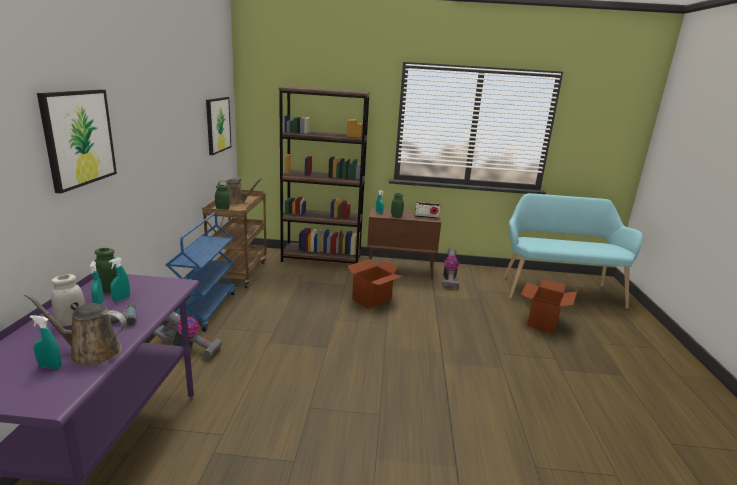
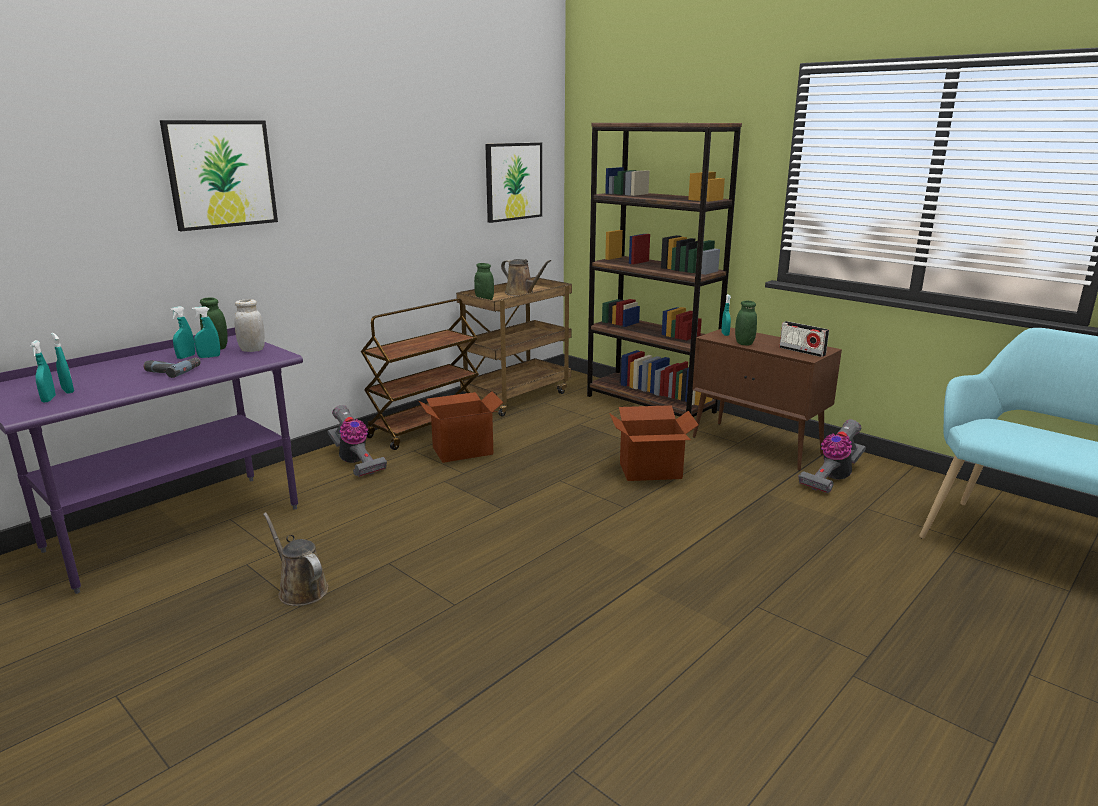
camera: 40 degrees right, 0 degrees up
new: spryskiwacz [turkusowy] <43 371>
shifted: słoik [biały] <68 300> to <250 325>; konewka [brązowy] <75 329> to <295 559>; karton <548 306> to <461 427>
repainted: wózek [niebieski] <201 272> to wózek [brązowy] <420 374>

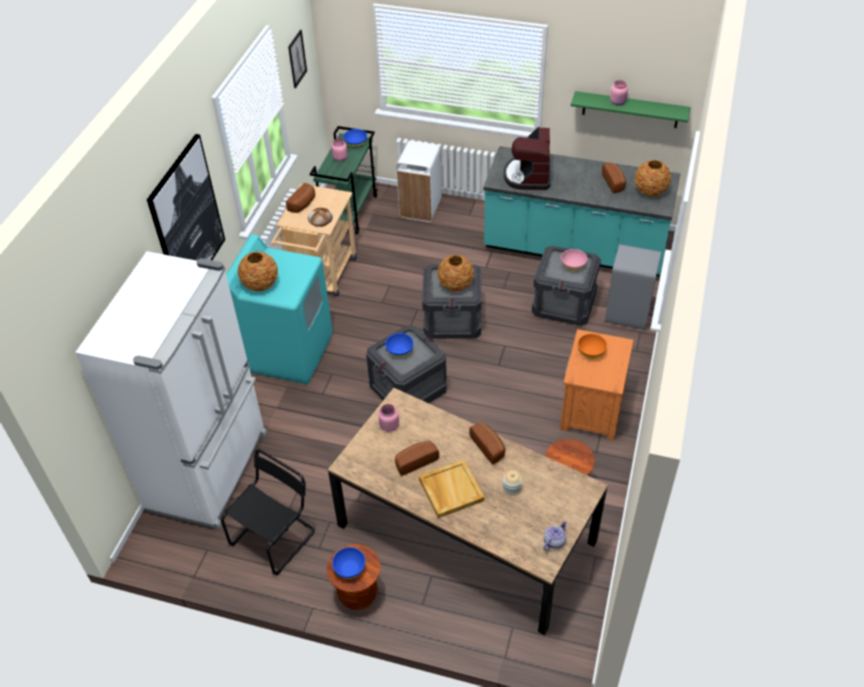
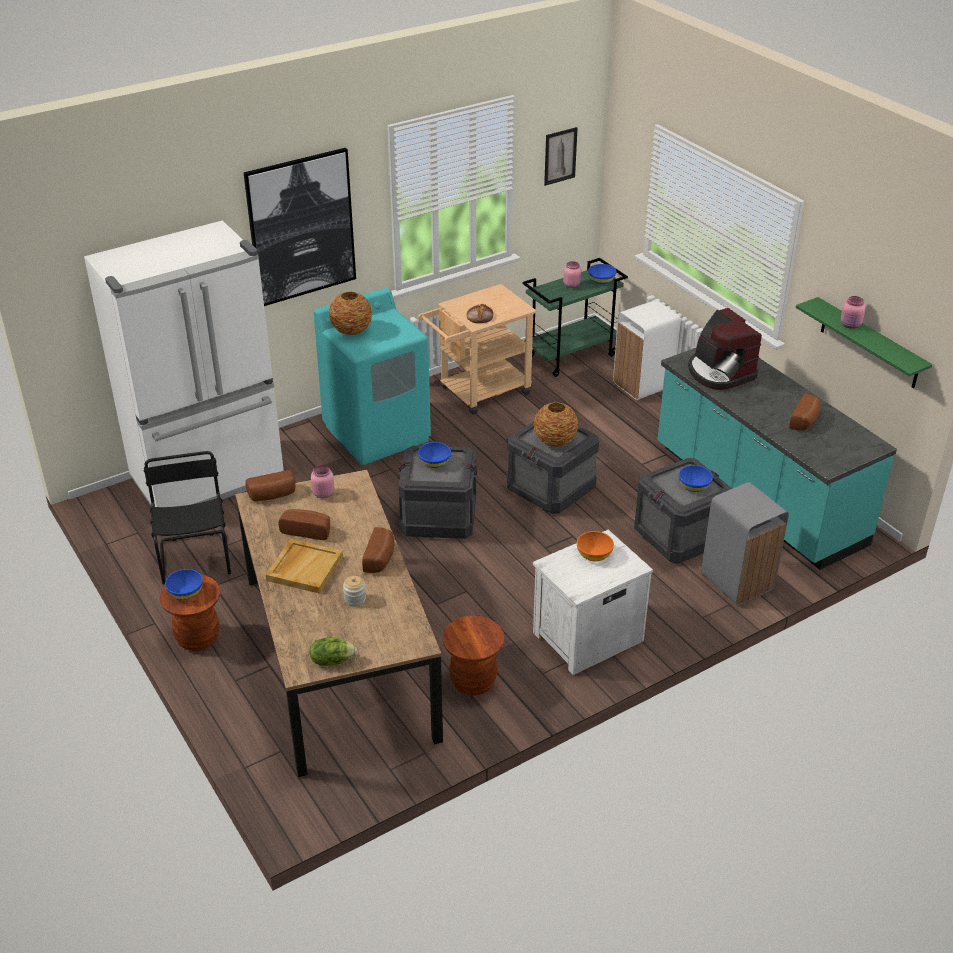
camera: 40 degrees right, 10 degrees down
gone: wazon <653 178>
shifted: chleb <300 198> to <270 485>
swapped: imbryk <555 535> to sałata <333 651>
repainted: szafka nocna [pomarańczowy] <597 385> to szafka nocna [biały] <593 602>; miska [różowy] <574 260> to miska [niebieski] <696 478>
rotated: krzesło [czarny] <268 512> = <187 517> 90 degrees counterclockwise; ekspres do kawy <527 158> = <725 349> 75 degrees counterclockwise

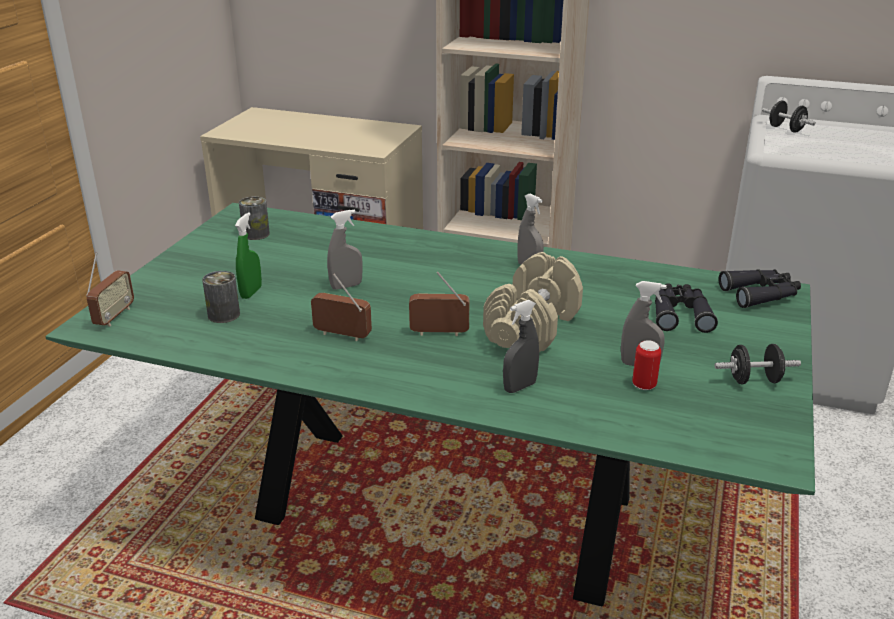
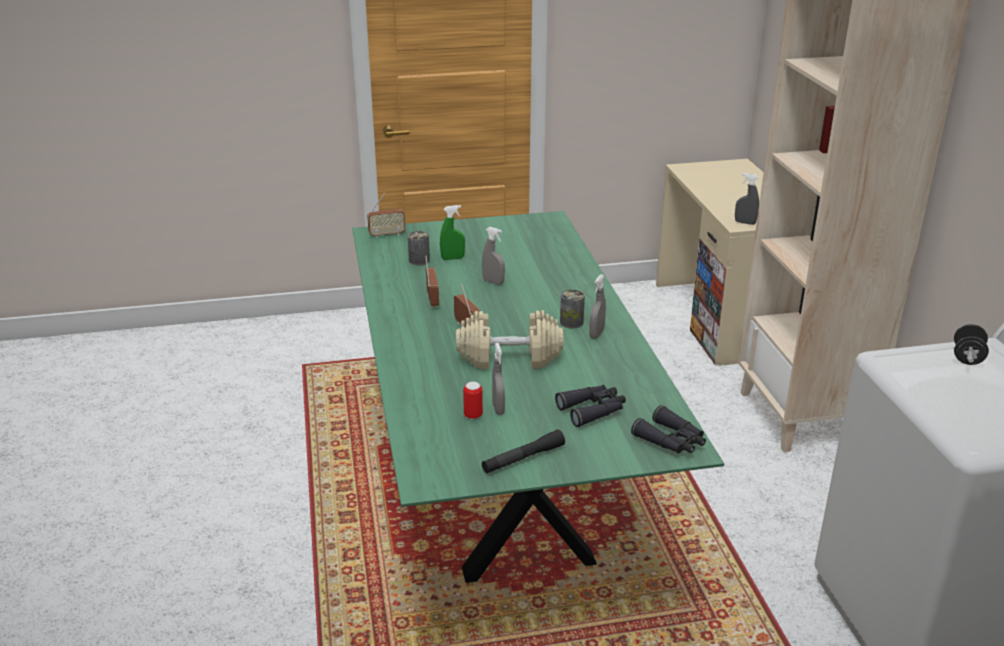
camera: 60 degrees right, 0 degrees up
shifted: puszka <254 218> to <572 309>; spryskiwacz [szary] <521 346> to <747 199>
swapped: hantel [czarny] <758 364> to latarka [czarny] <523 451>

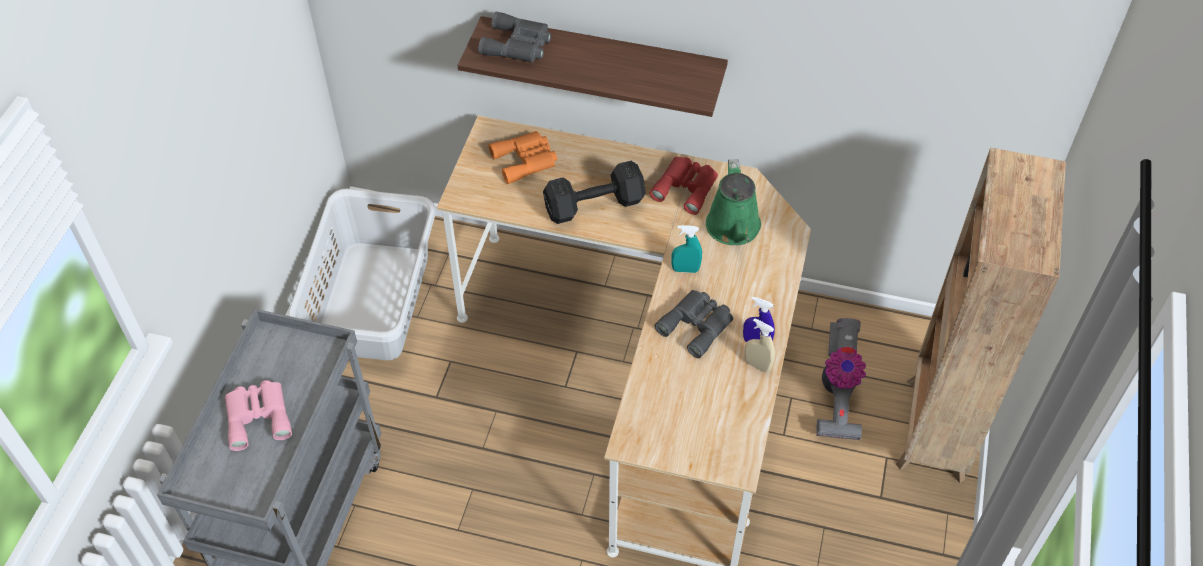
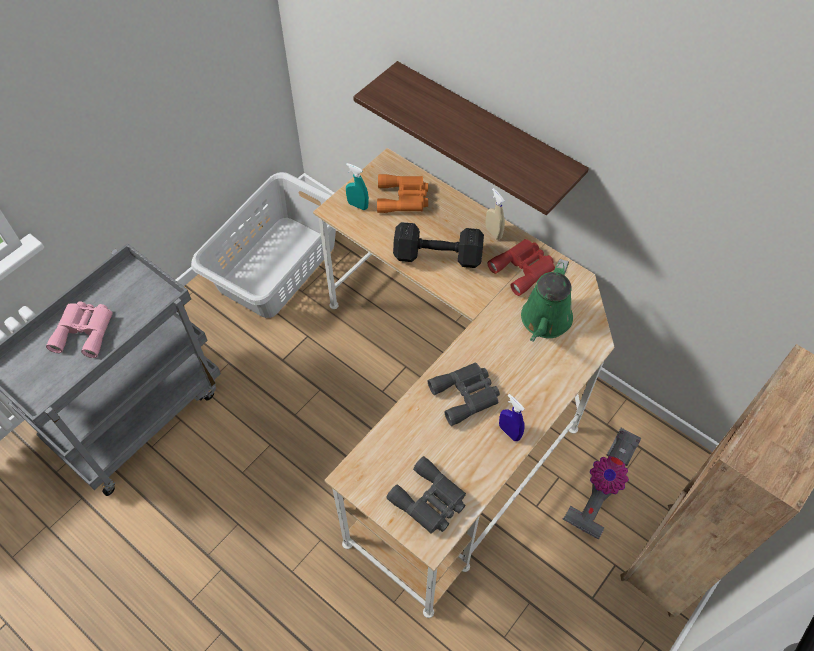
camera: 25 degrees right, 5 degrees up
shifted: spryskiwacz [turkusowy] <686 249> to <357 186>; lornetka [szary] <514 37> to <426 495>; spryskiwacz [beżowy] <760 345> to <495 214>

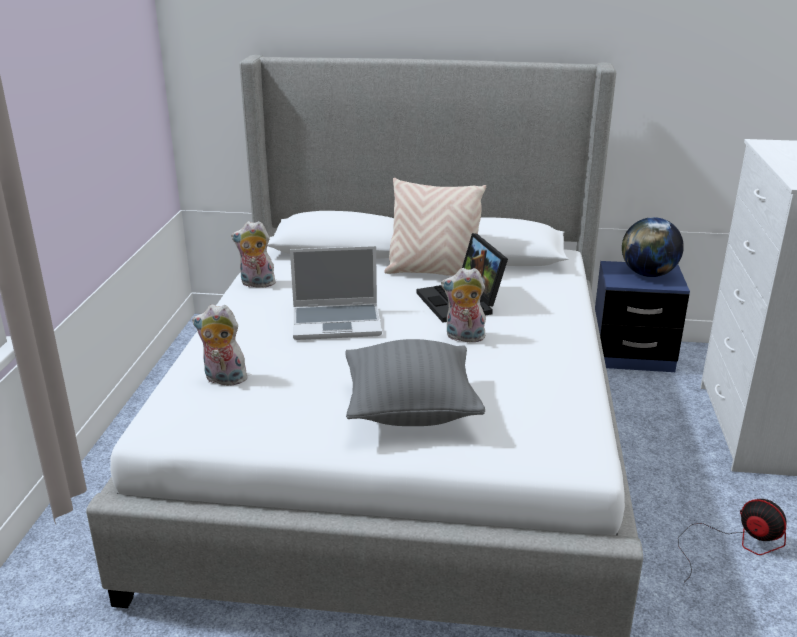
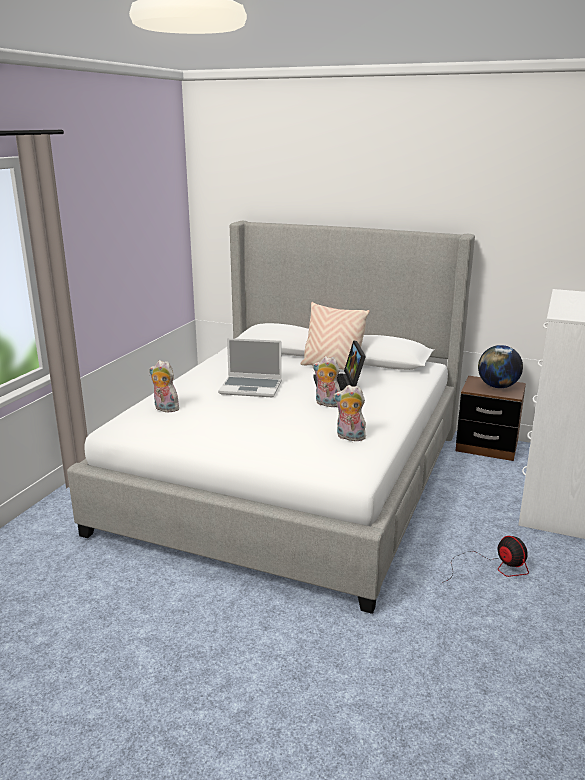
camera: 15 degrees right, 5 degrees down
gone: poduszka [szary] <415 382>
shifted: pluszak <253 254> to <349 413>
repainted: szafka nocna [niebieski] <642 316> to szafka nocna [brązowy] <491 418>

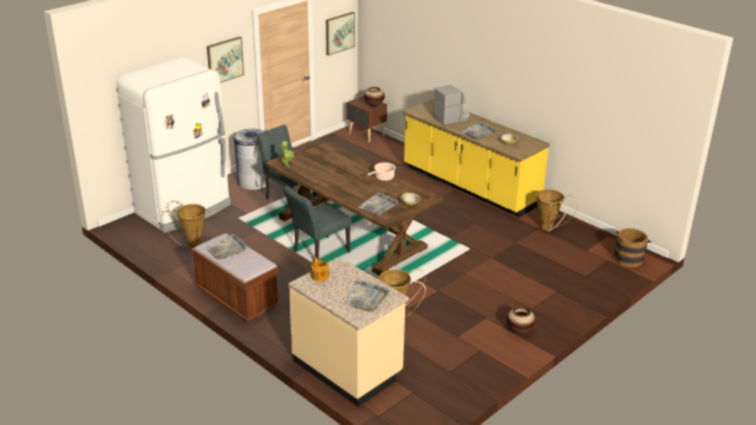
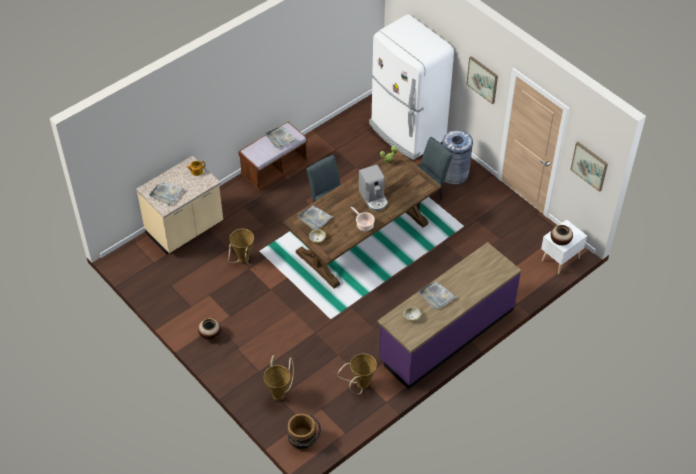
camera: 95 degrees right, 20 degrees up
shifted: koszyk <183 224> to <279 378>; ekspres do kawy <451 105> to <373 188>
repainted: zabudowa kuchenna [żółty] <476 158> to zabudowa kuchenna [fioletowy] <449 315>; szafka nocna [brązowy] <366 119> to szafka nocna [biały] <564 247>

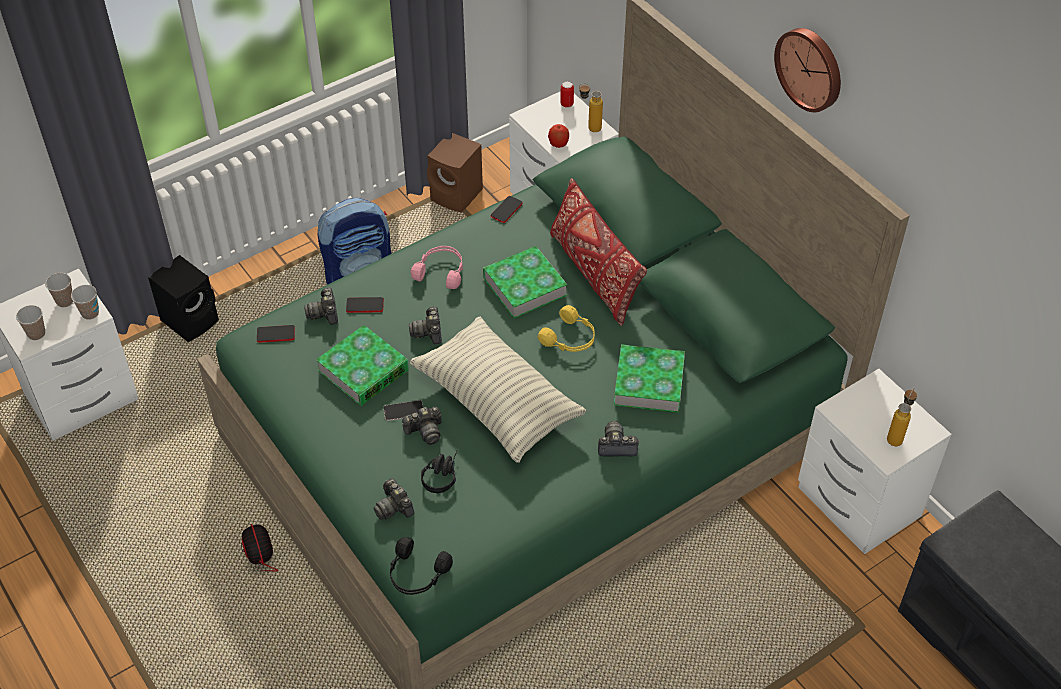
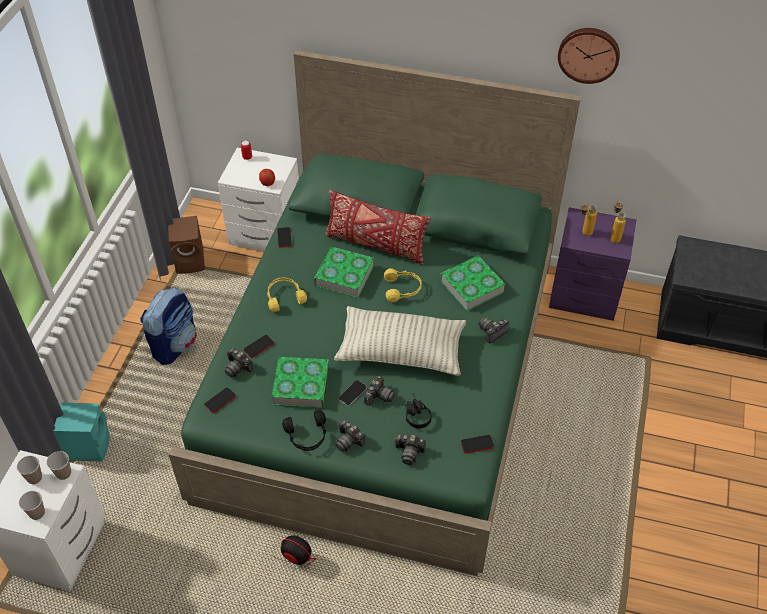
camera: 40 degrees left, 0 degrees up
new: telefon <477 444>
shifted: słuchawki [czarny] <421 566> to <304 430>; aparat fotograficzny <425 325> to <351 436>; zegar ścienny <807 70> to <589 56>; butelka <591 107> to <588 220>
repainted: głośnik [czarny] <183 298> to głośnik [turkusowy] <81 432>; słuchawki [różowy] <437 267> to słuchawki [żółty] <287 294>; szafka nocna [biały] <875 461> to szafka nocna [fioletowy] <592 264>

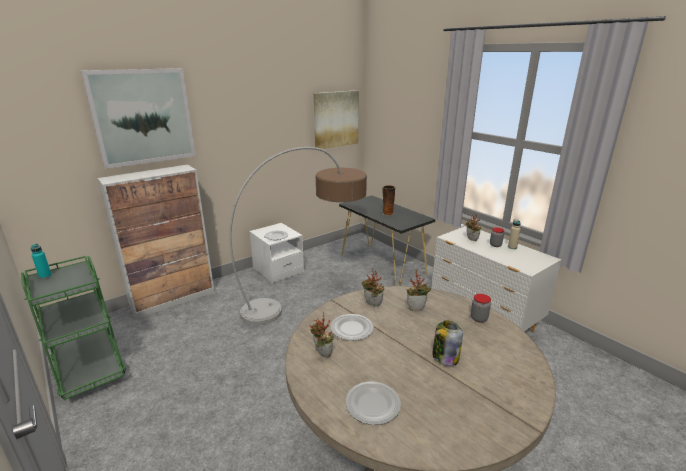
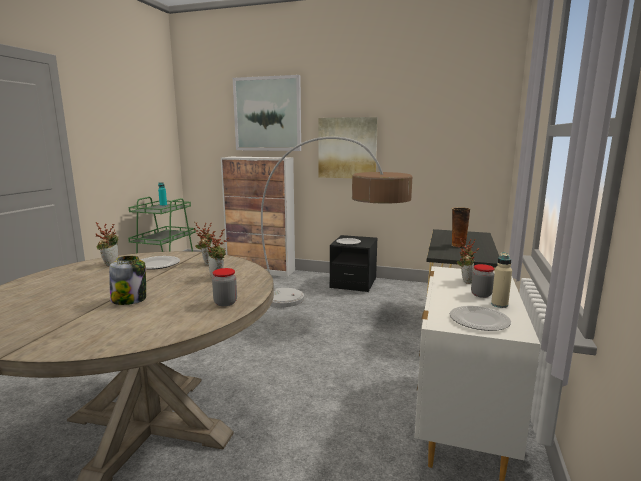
camera: 55 degrees right, 10 degrees down
shifted: obraz <336 119> to <348 147>; talerz <373 403> to <480 318>
repainted: szafka nocna [biały] <276 253> to szafka nocna [czarny] <354 263>

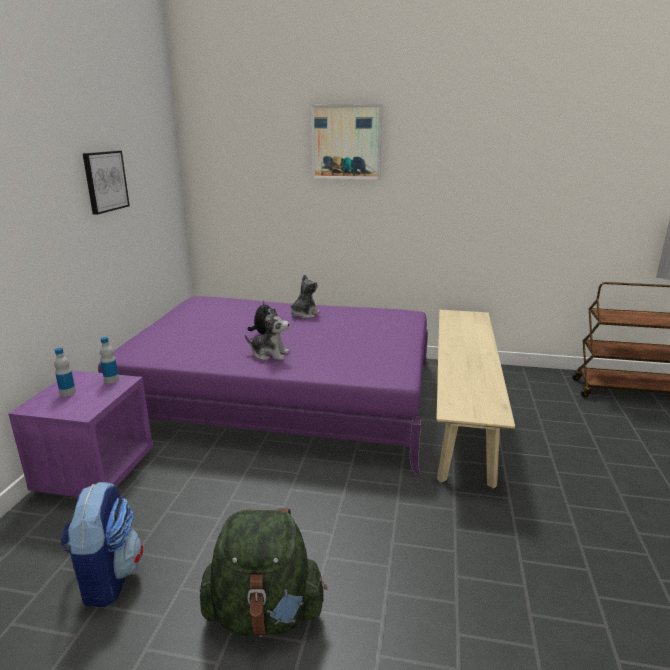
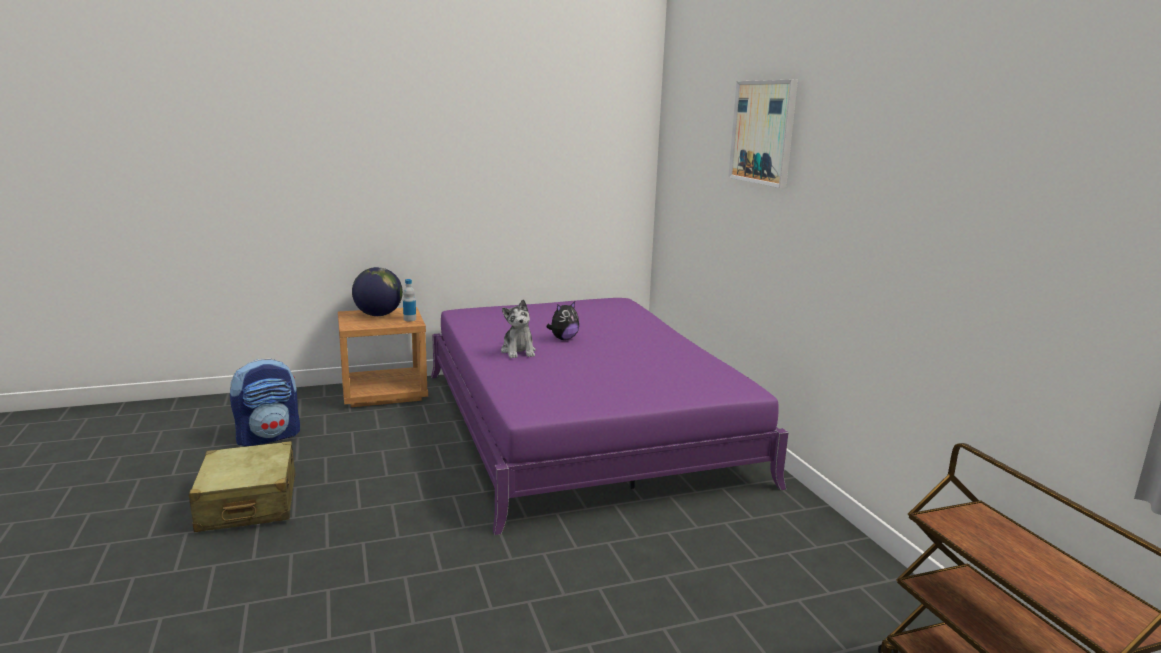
camera: 60 degrees right, 5 degrees down
gone: obraz <106 183>; pluszak <305 296>; ławka [beżowy] <475 399>
swapped: plecak [zielony] <263 572> to walizka [beżowy] <242 486>; butelka <65 372> to globus <377 291>
repainted: szafka nocna [fioletowy] <80 434> to szafka nocna [brązowy] <383 357>

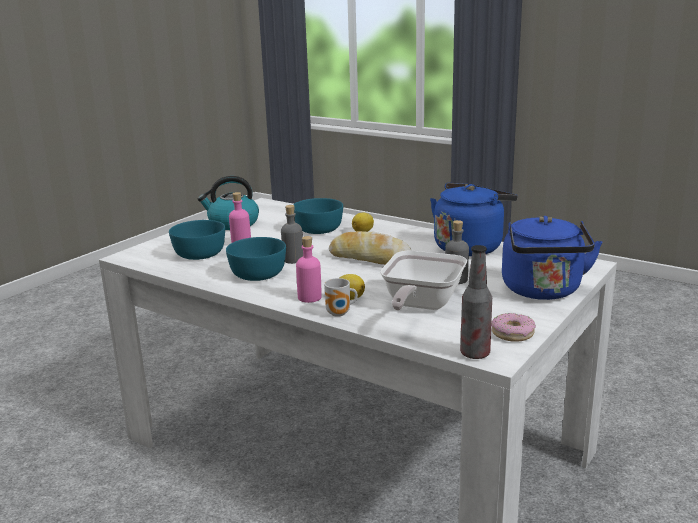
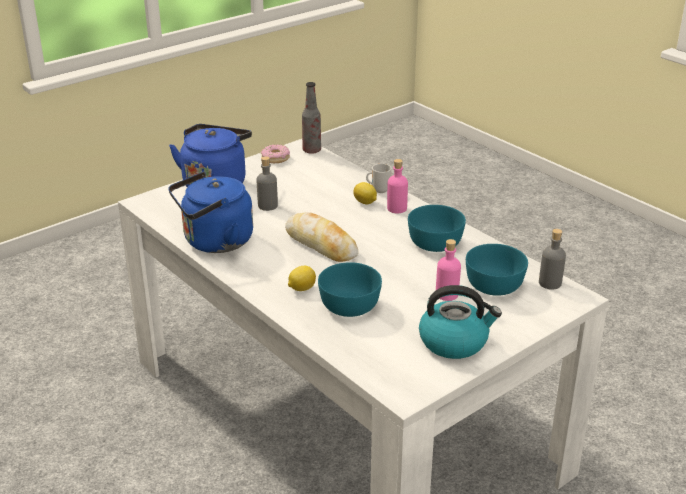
camera: 165 degrees left, 10 degrees up
gone: patelnia <423 280>
shifted: butelka [szary] <292 234> to <552 259>

